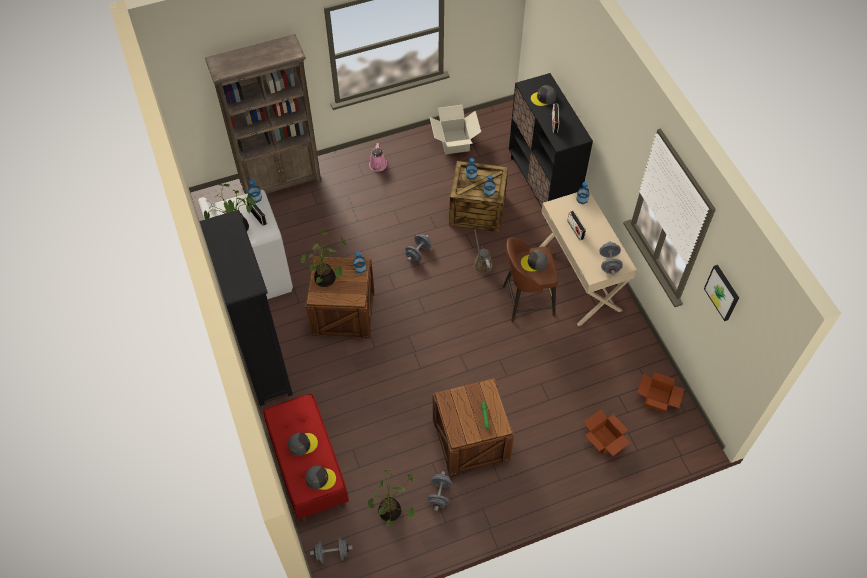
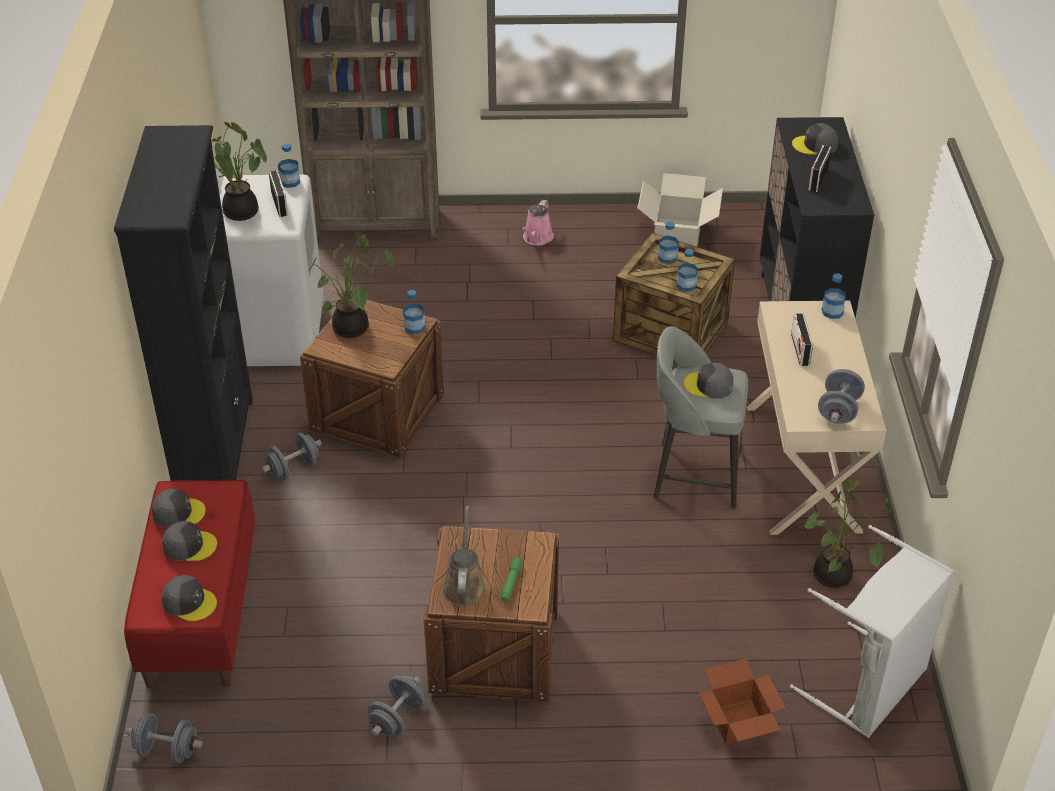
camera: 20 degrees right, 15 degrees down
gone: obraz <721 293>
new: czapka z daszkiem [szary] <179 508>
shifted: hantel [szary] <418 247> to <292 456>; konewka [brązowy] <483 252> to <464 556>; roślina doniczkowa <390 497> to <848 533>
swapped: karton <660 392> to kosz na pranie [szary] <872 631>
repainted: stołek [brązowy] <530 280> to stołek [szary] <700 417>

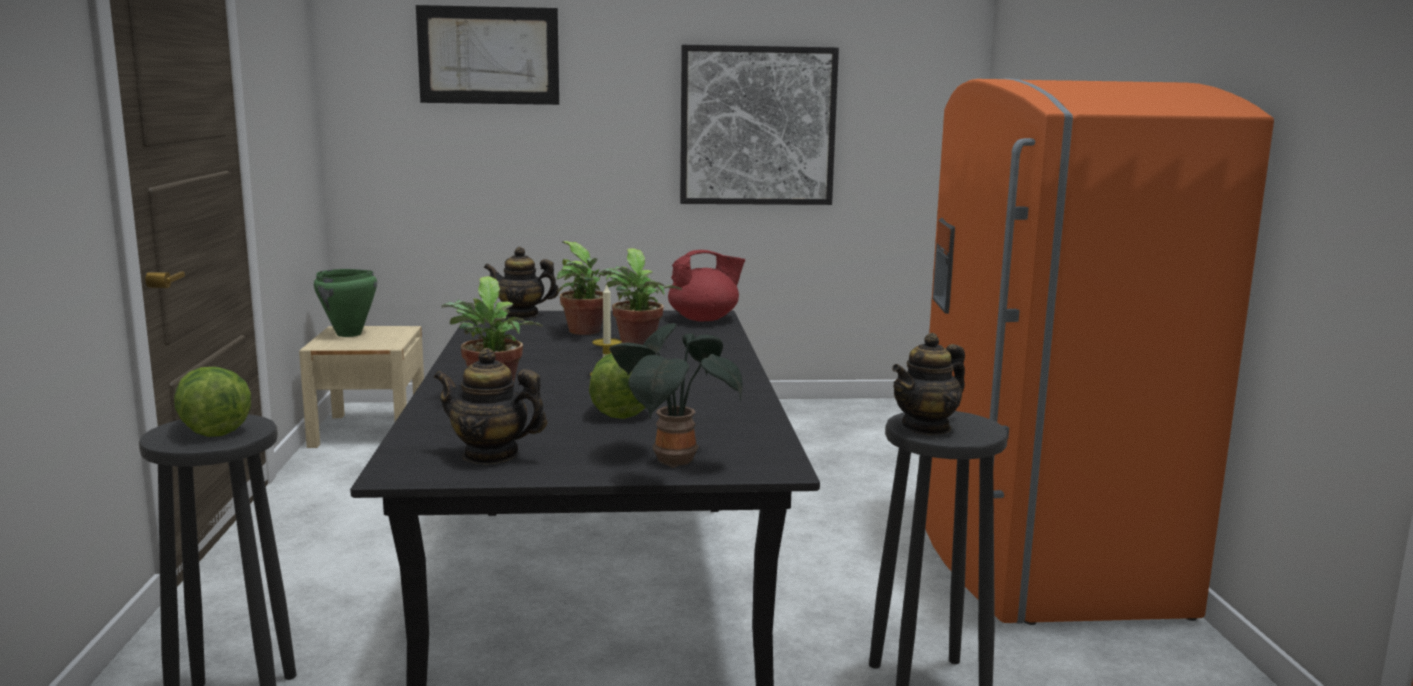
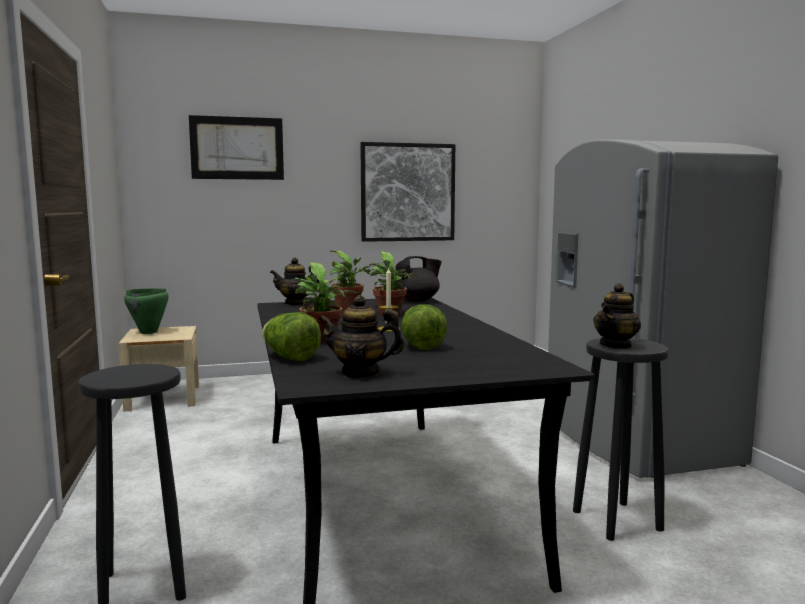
camera: 10 degrees left, 5 degrees down
gone: roślina doniczkowa <676 395>
shifted: sałata <212 402> to <291 336>
repainted: imbryk [czerwony] <706 285> to imbryk [czarny] <418 279>; lodówka [pomarańczowy] <1099 351> to lodówka [szary] <663 308>

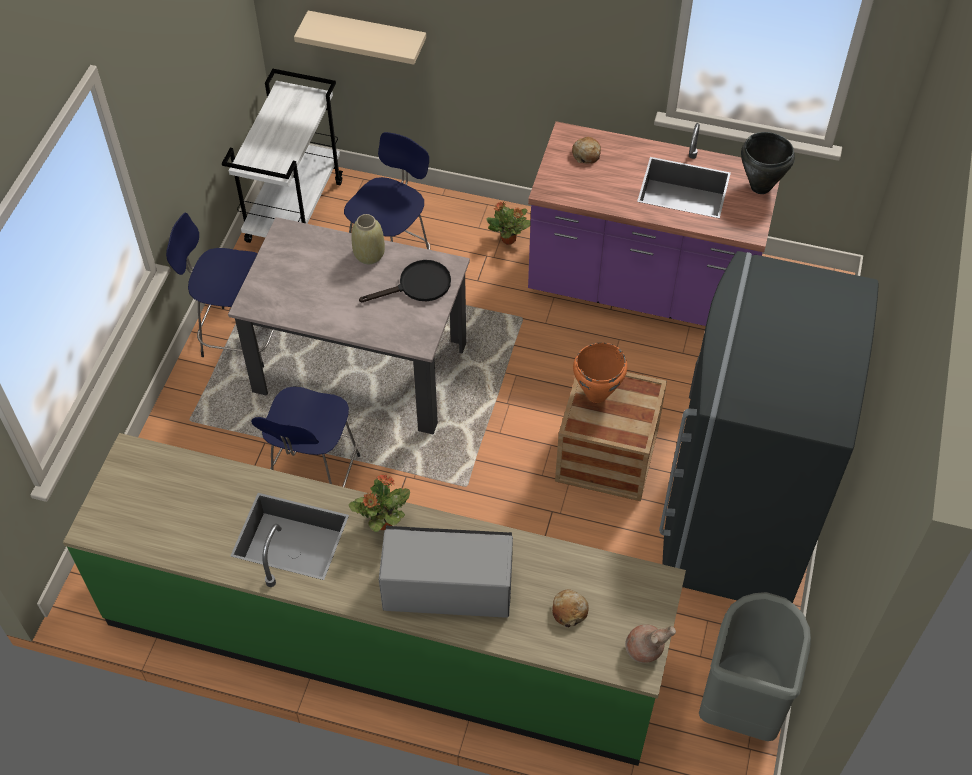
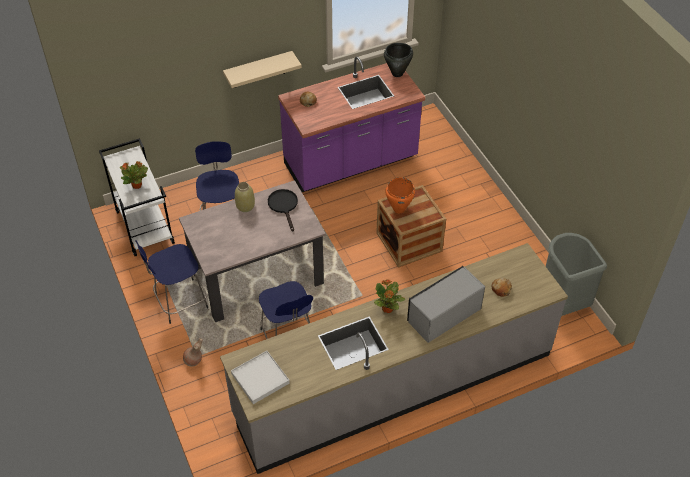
camera: 40 degrees left, 5 degrees down
gone: lodówka [szary] <769 427>
new: taca [biały] <260 377>
shifted: roślina doniczkowa <508 223> to <134 175>; wazon [brązowy] <650 643> to <193 352>; półka [beżowy] <360 38> to <262 69>
repainted: zabudowa kuchenna [zielony] <374 599> to zabudowa kuchenna [szary] <394 358>
rotated: patelnia [czarny] <405 281> = <283 210> 45 degrees counterclockwise

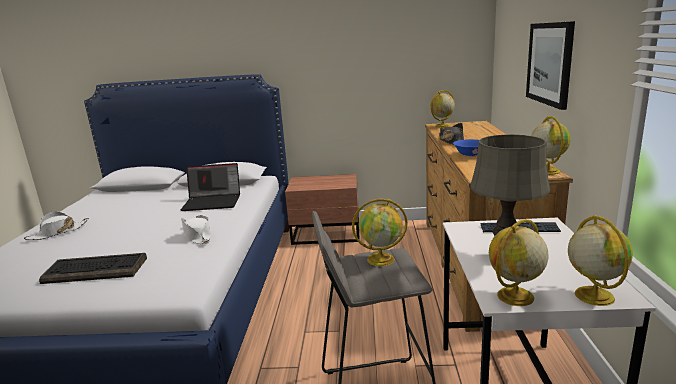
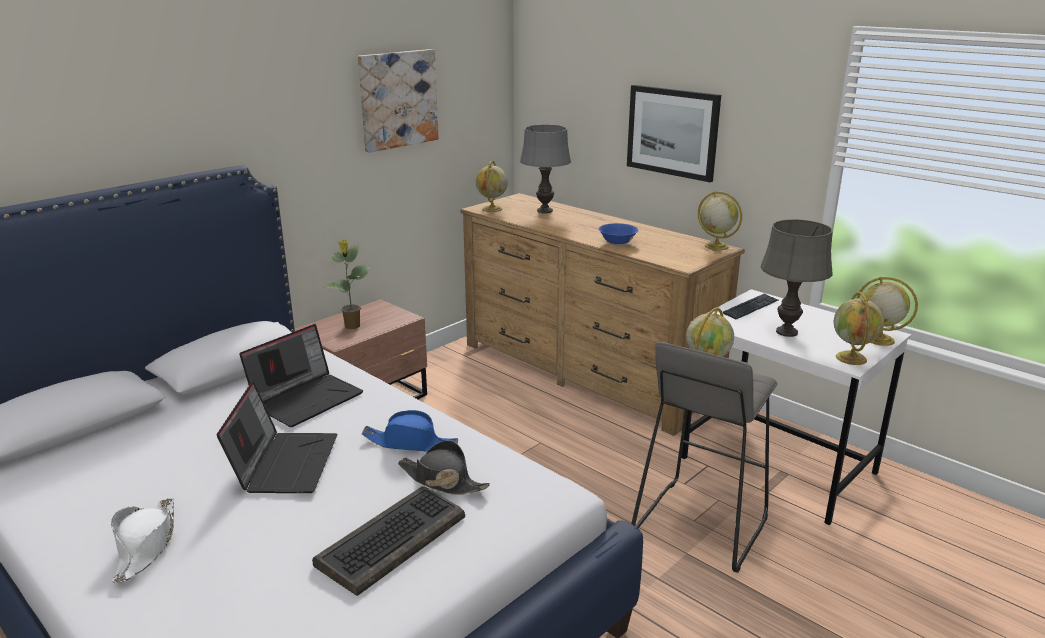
camera: 50 degrees left, 5 degrees up
new: laptop <277 437>; roślina doniczkowa <347 284>; obraz <398 101>; lampa stołowa [szary] <545 169>
shifted: kapelusz [czarny] <451 134> to <444 467>
repainted: kapelusz [biały] <195 229> to kapelusz [niebieski] <410 431>

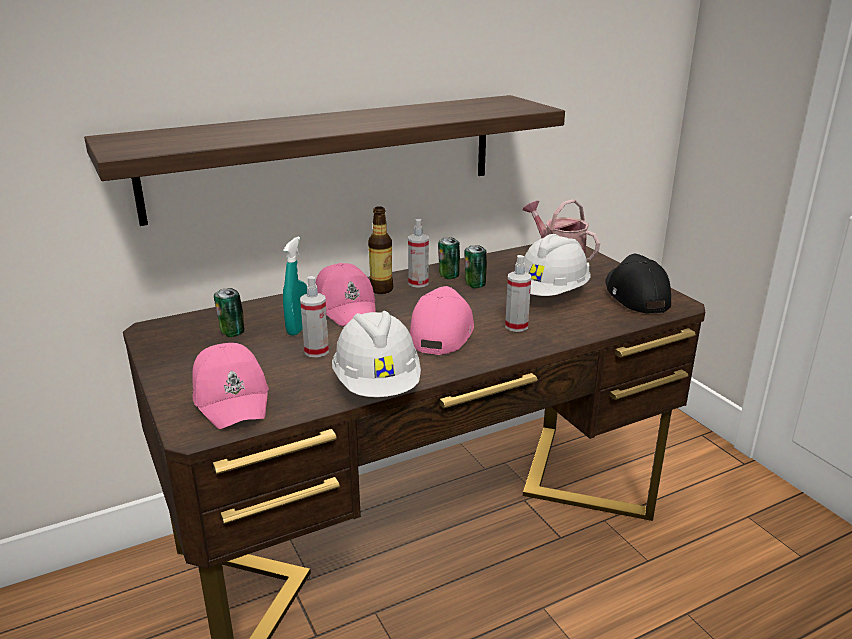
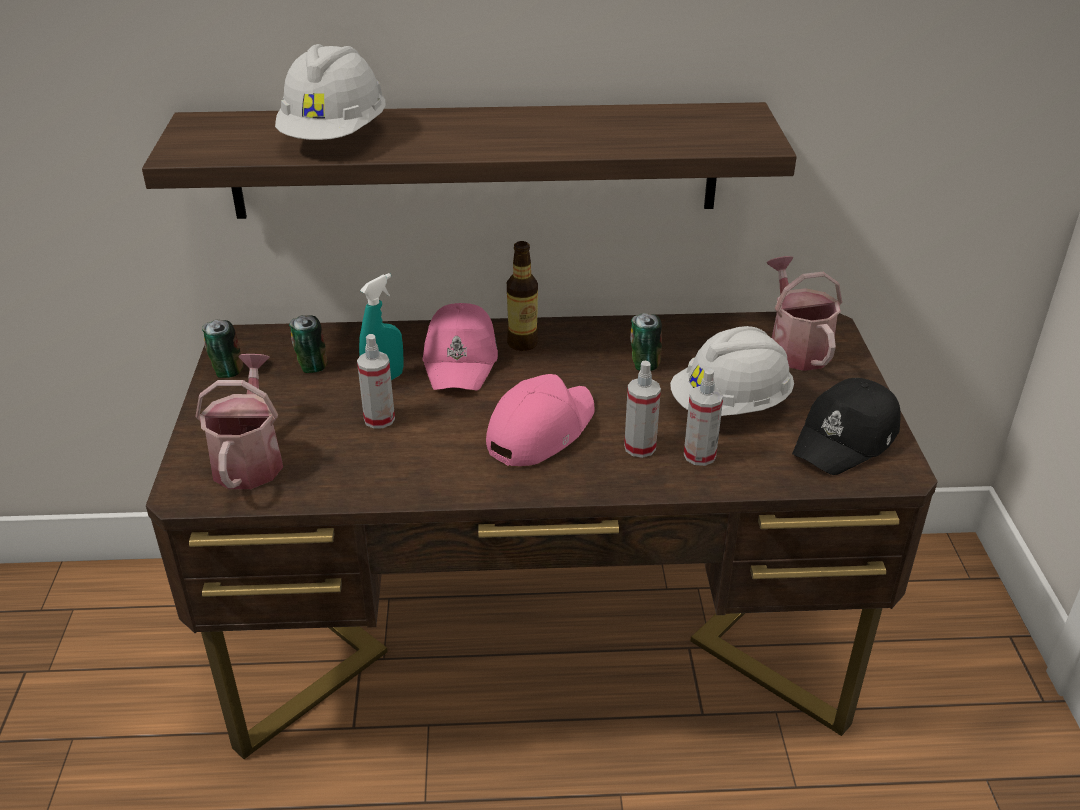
camera: 25 degrees right, 10 degrees up
shifted: puszka <449 258> to <222 349>; kask [biały] <376 354> to <330 92>; spryskiwacz <418 253> to <703 417>
swapped: czapka z daszkiem [różowy] <230 386> to konewka <239 421>
rotated: czapka z daszkiem [czarny] <638 283> = <846 426> 150 degrees counterclockwise

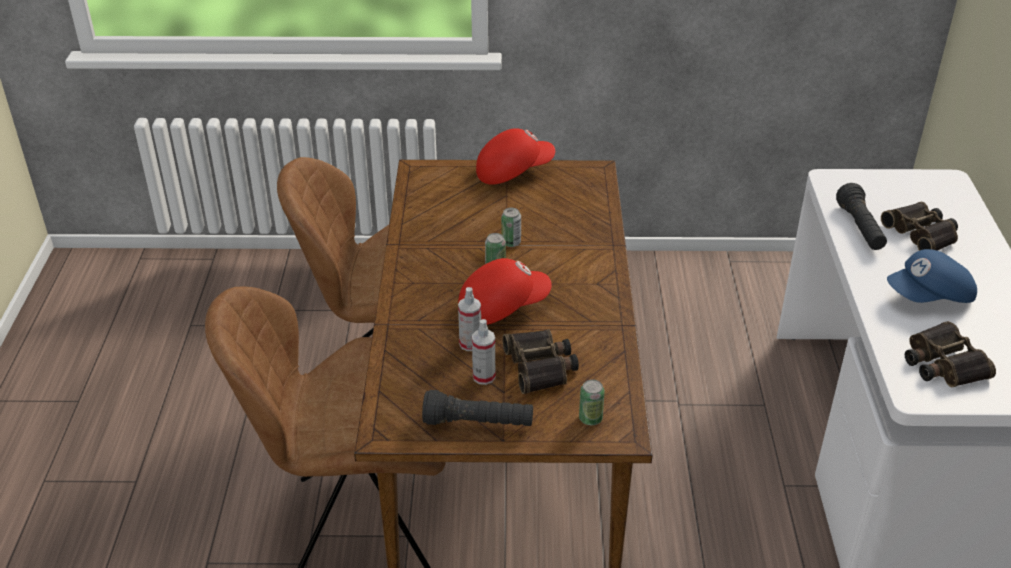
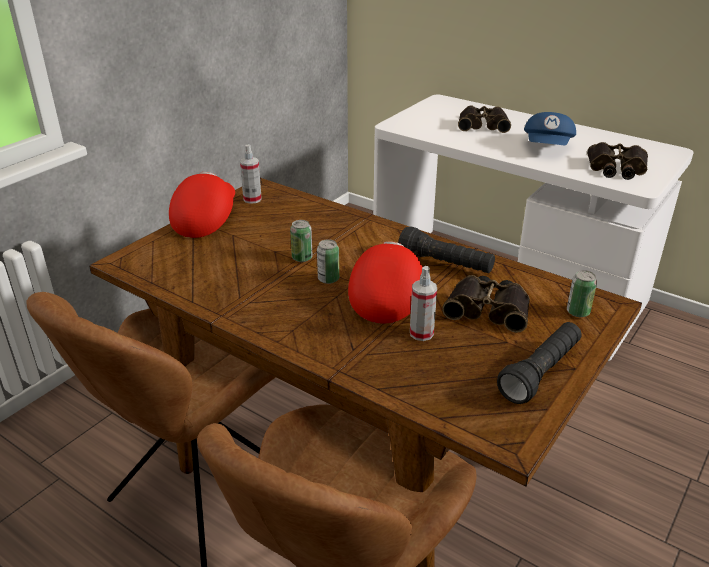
camera: 55 degrees left, 5 degrees down
shifted: spryskiwacz <483 352> to <251 174>; latarka [czarny] <861 216> to <446 249>

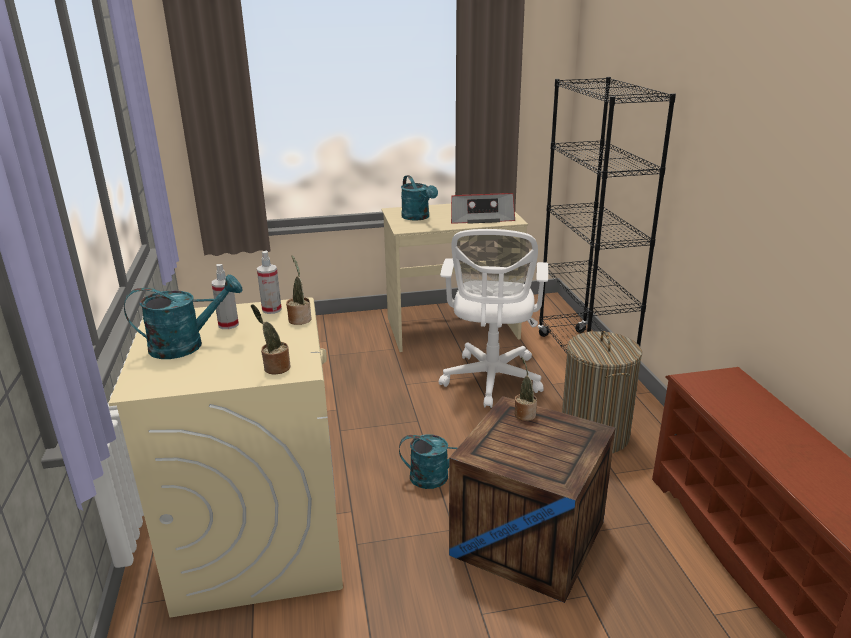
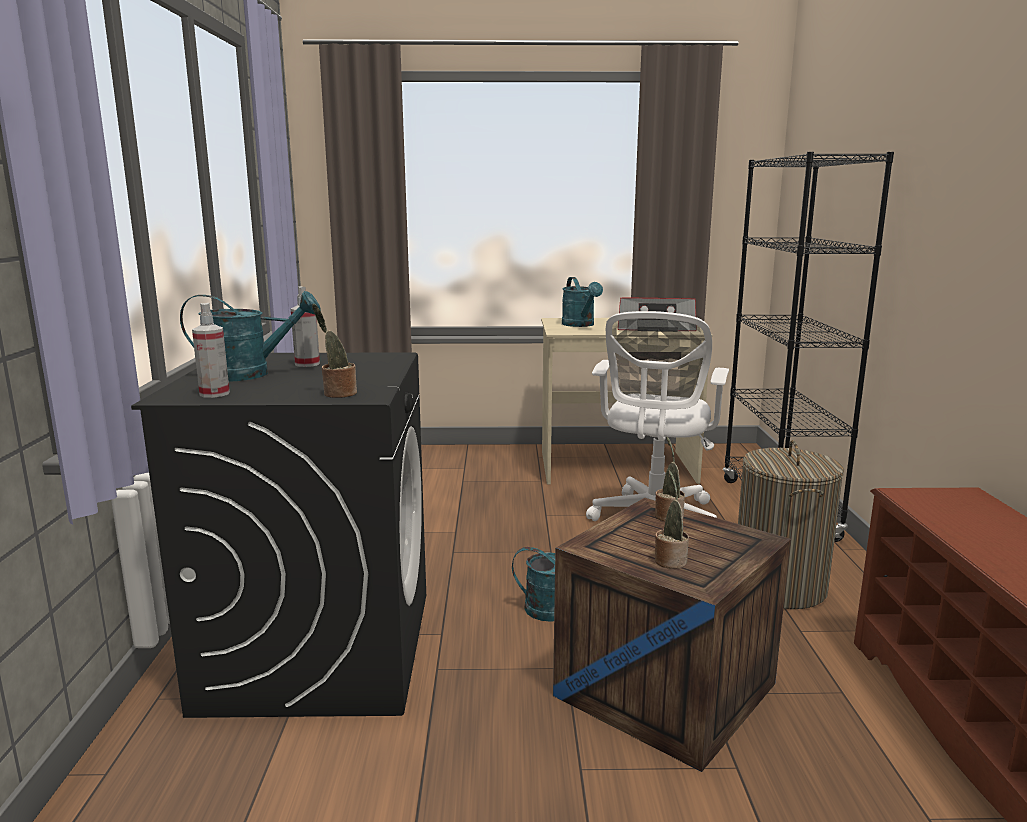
camera: 10 degrees right, 10 degrees down
shifted: spryskiwacz <269 282> to <211 350>; roślina doniczkowa <299 290> to <672 520>
repainted: pralka [beżowy] <225 457> to pralka [czarny] <278 535>

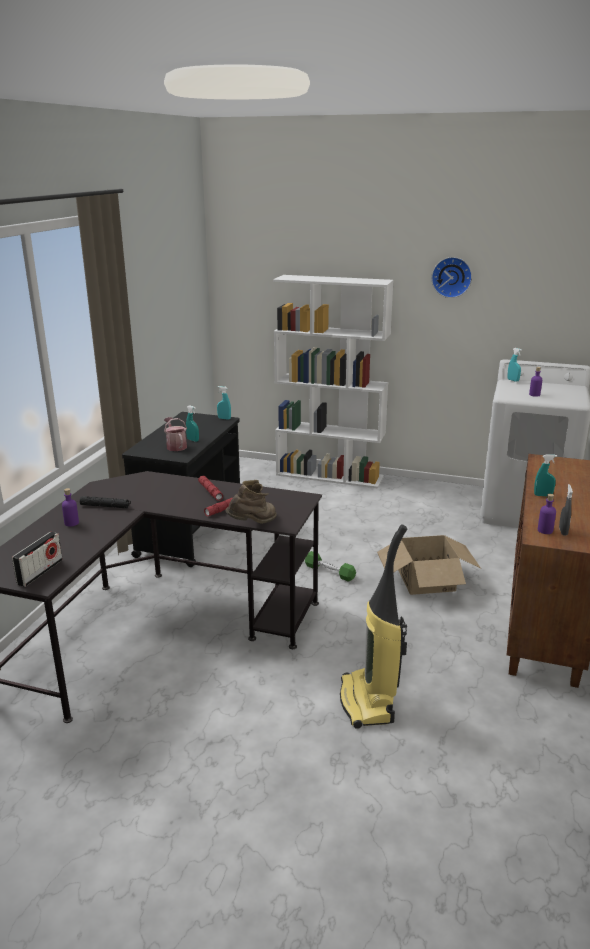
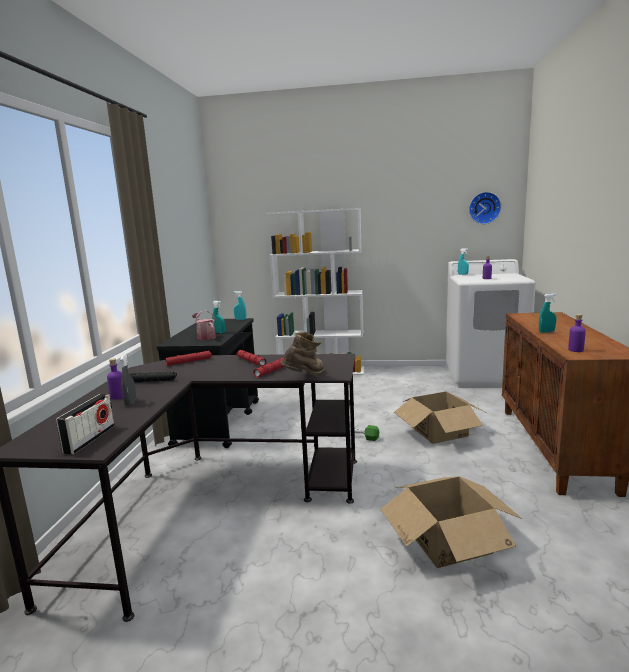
camera: 10 degrees left, 10 degrees down
new: latarka [czerwony] <188 358>
shifted: spryskiwacz [szary] <566 509> to <128 379>; zegar ścienny <451 277> to <485 208>
swapped: odkurzacz <373 626> to karton <451 522>

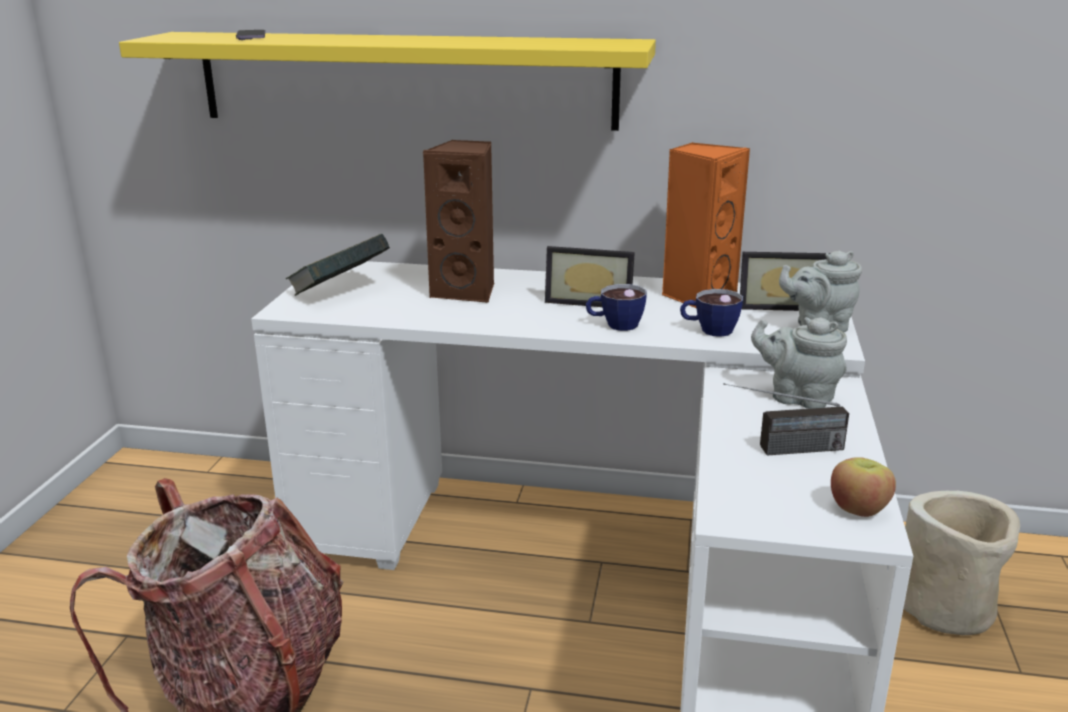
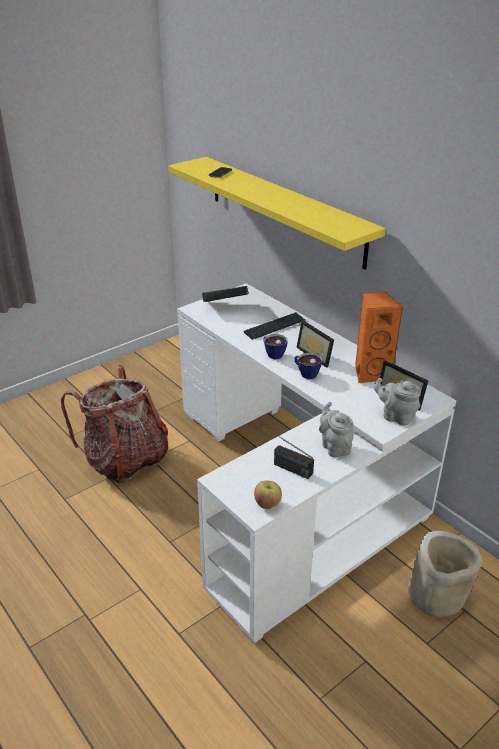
camera: 40 degrees right, 10 degrees up
shifted: filiżanka <711 313> to <275 346>
swapped: głośnik [brązowy] <458 221> to klawiatura <274 326>

